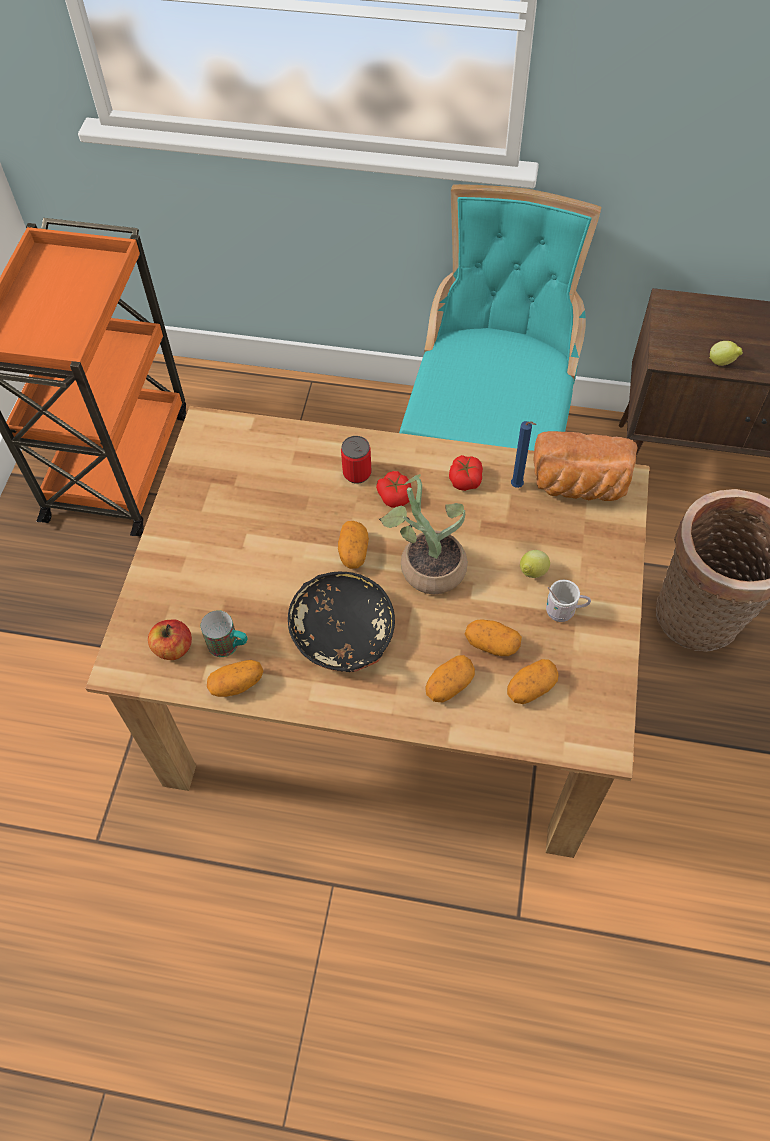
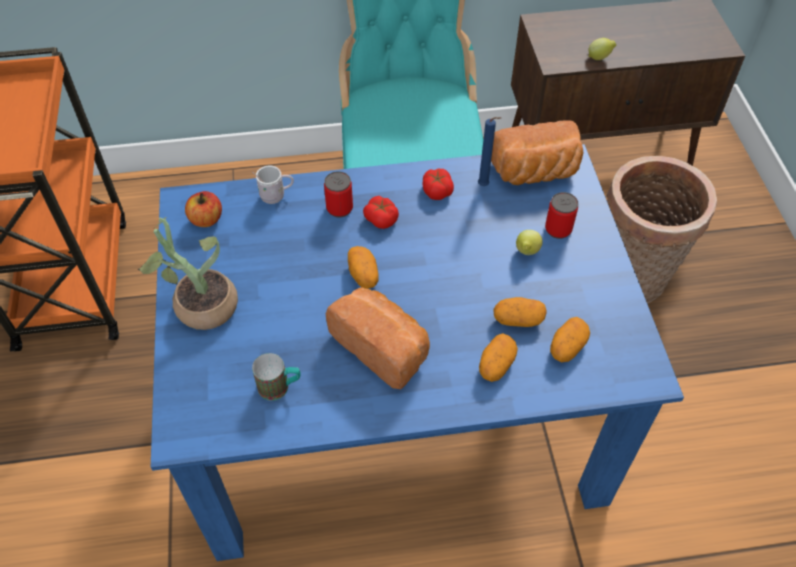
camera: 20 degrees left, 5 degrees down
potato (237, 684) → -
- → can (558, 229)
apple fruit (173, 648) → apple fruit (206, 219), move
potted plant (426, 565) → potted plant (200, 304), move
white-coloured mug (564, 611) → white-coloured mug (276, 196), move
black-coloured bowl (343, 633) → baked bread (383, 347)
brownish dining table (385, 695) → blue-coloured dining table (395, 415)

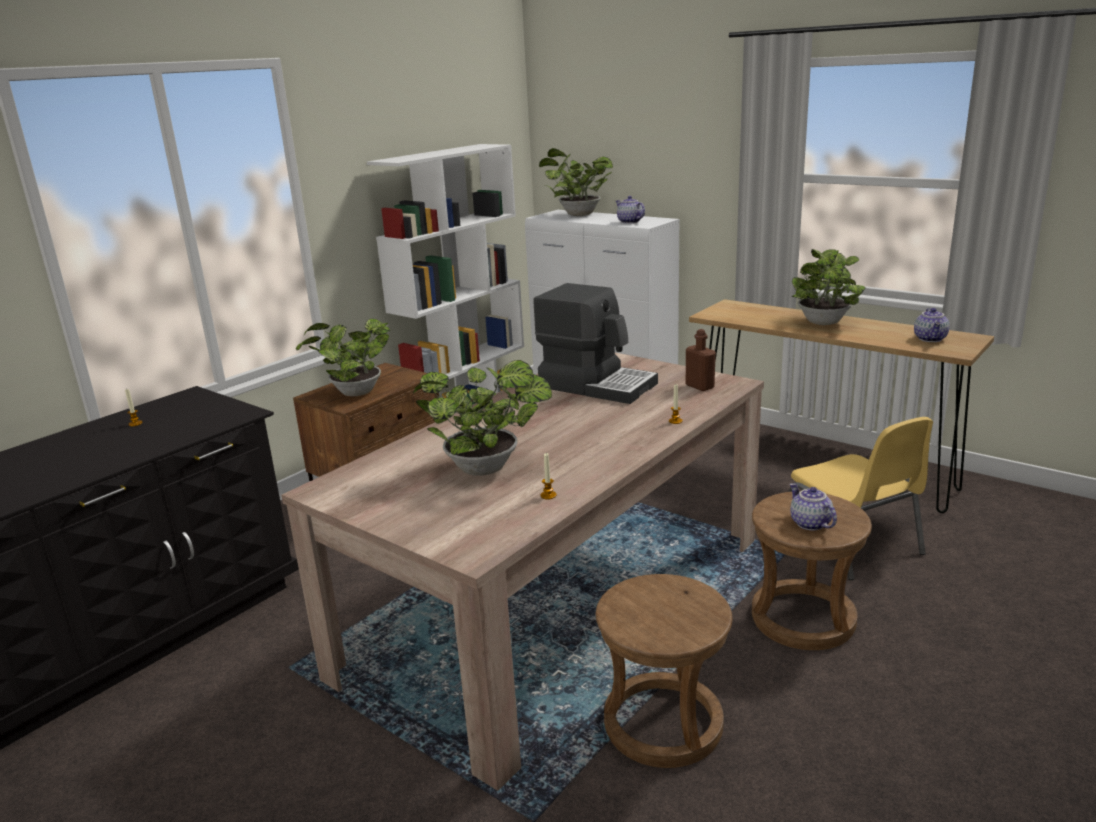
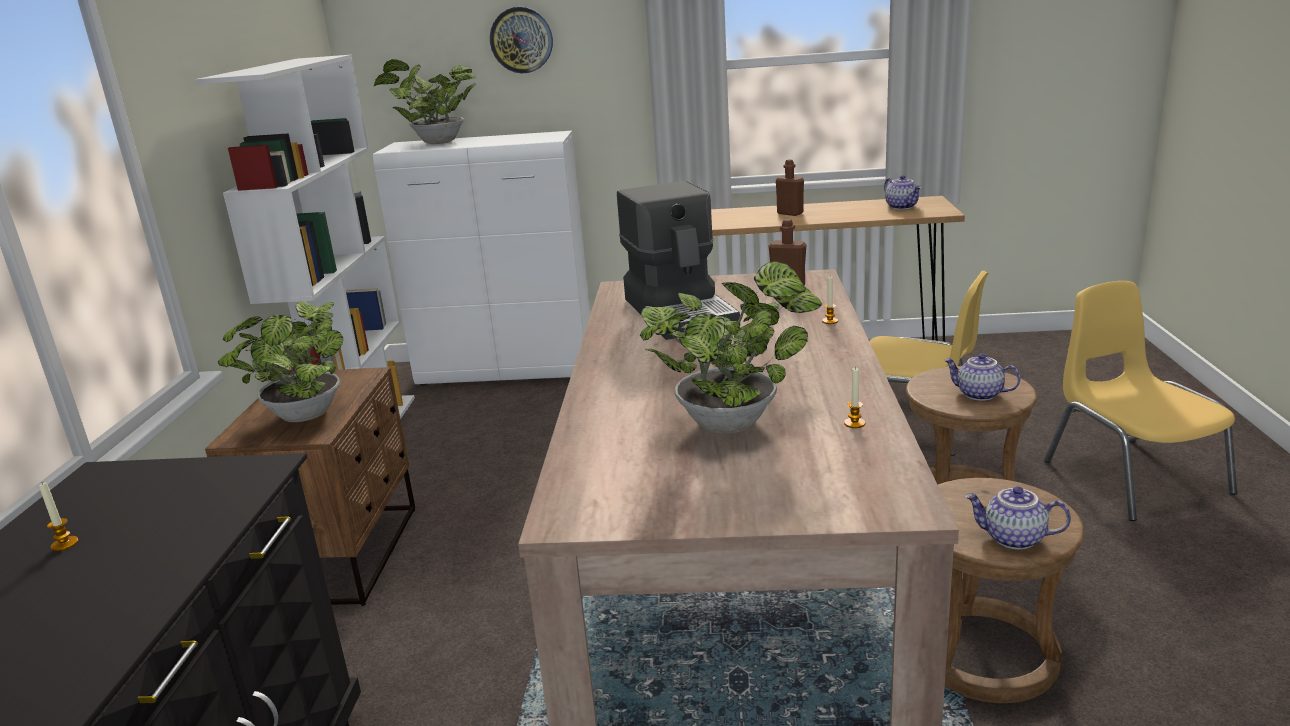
camera: 35 degrees left, 0 degrees up
- → clock on the wall (521, 40)
- → yellow upright chair (1132, 476)
tea pot (629, 222) → tea pot (1013, 539), move
potted plant (823, 323) → brownish beverage bottle (790, 213)
coffee brewer (597, 385) → coffee brewer (681, 312), 75 degrees clockwise

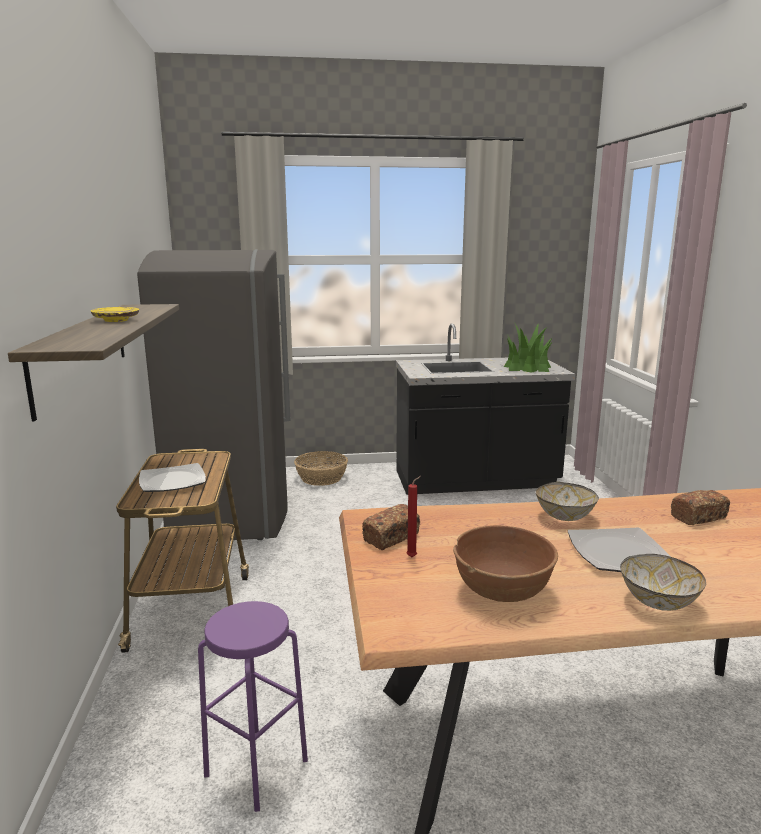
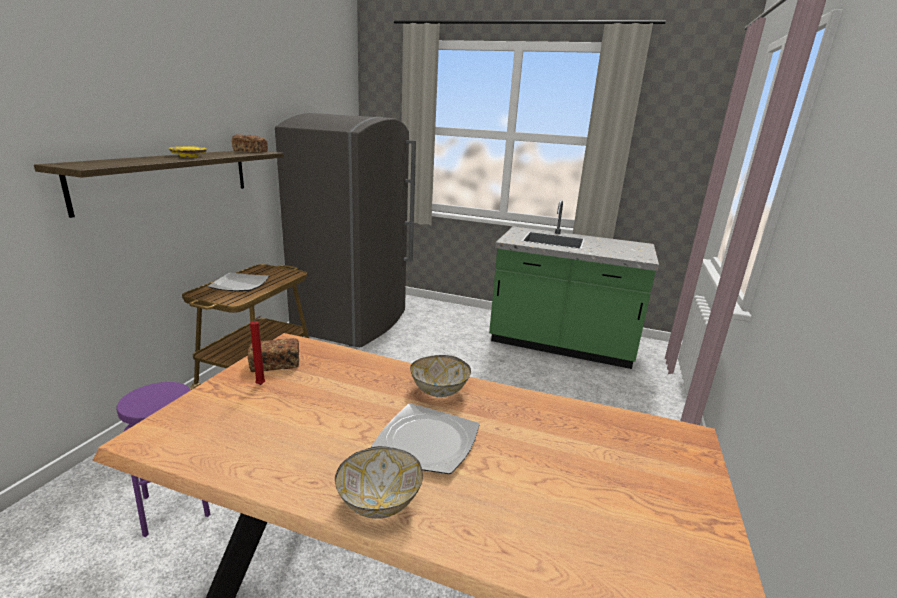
camera: 25 degrees right, 5 degrees up
storage basket (321, 478) → -
brownish bowl (502, 590) → -
potted plant (527, 367) → -
baked bread (698, 517) → baked bread (250, 151), move
black-coloured counter (475, 481) → green counter (561, 345)

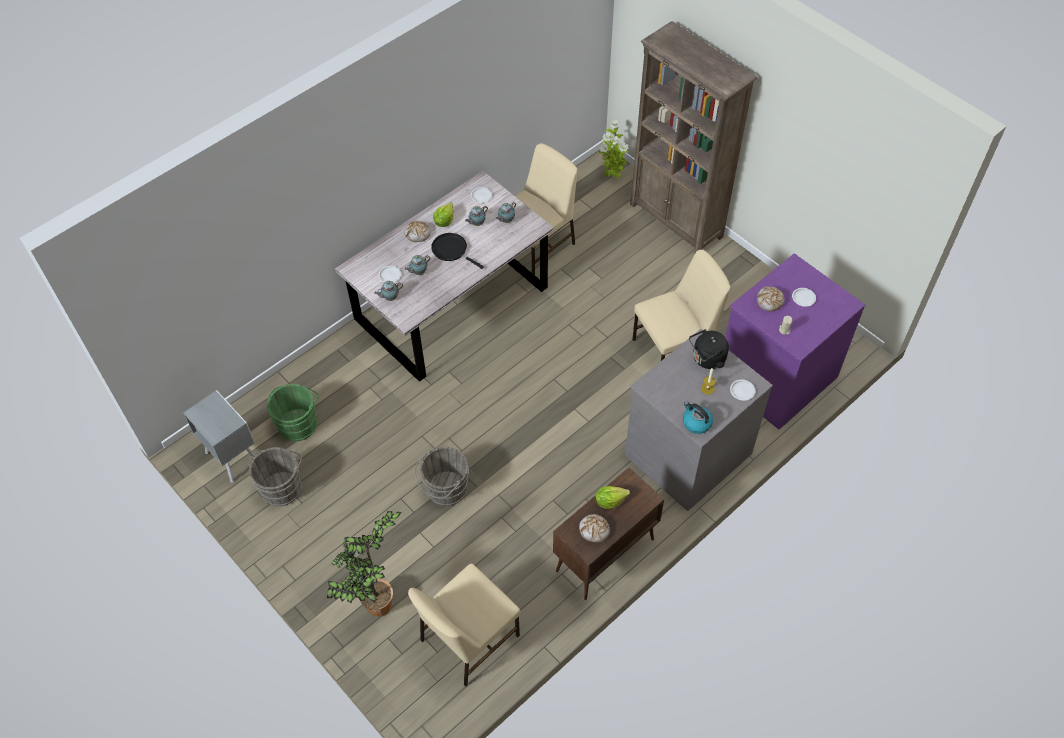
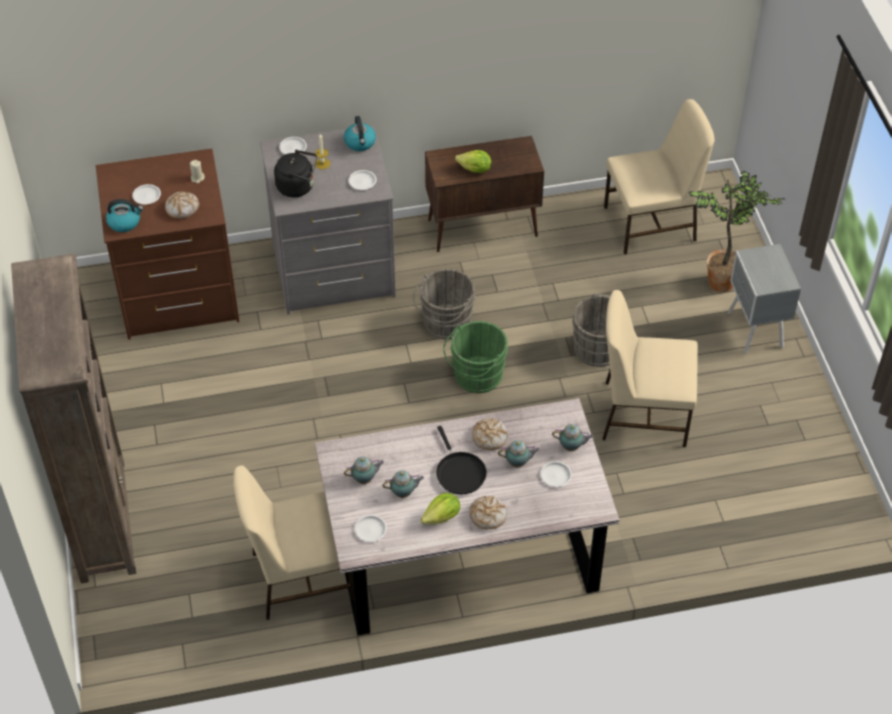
camera: 150 degrees left, 5 degrees down
potted plant (612, 176) → -
- → tea kettle (125, 222)
- → white-coloured flat dish (362, 181)
gray night table (232, 456) → gray night table (754, 331), move
gray bucket (282, 486) → gray bucket (445, 324), move
green bucket (299, 423) → green bucket (476, 377), move
baked bread (594, 530) → baked bread (489, 437), move
beige upright chair (675, 349) → beige upright chair (643, 413), move
purplish chest of drawers (775, 376) → brownish chest of drawers (178, 295)

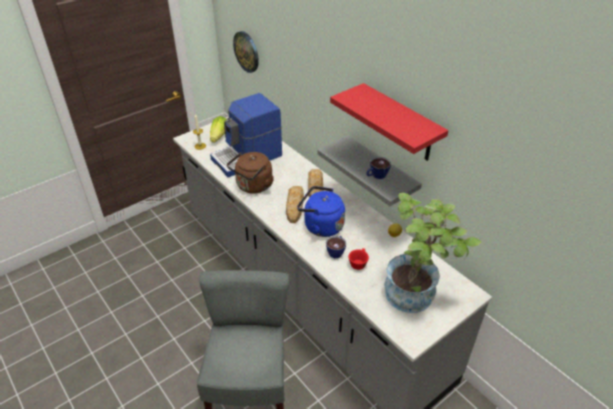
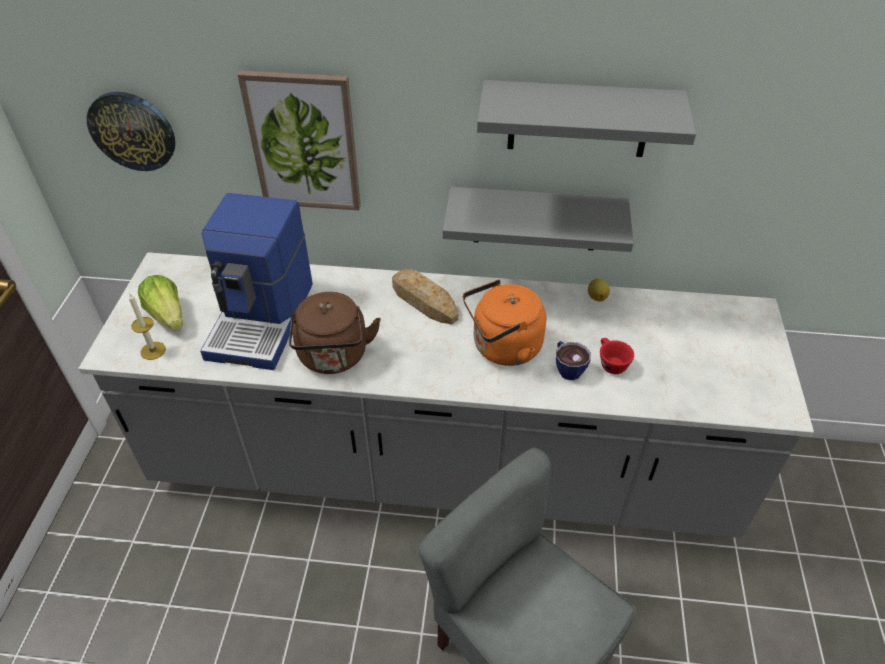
camera: 45 degrees left, 5 degrees up
baked bread (294, 206) → -
small cup (376, 176) → -
potted plant (416, 294) → -
- → picture (304, 142)
blue-coloured tea kettle (321, 226) → orange-coloured tea kettle (503, 348)
reddish wall shelf (400, 123) → gray wall shelf (578, 119)

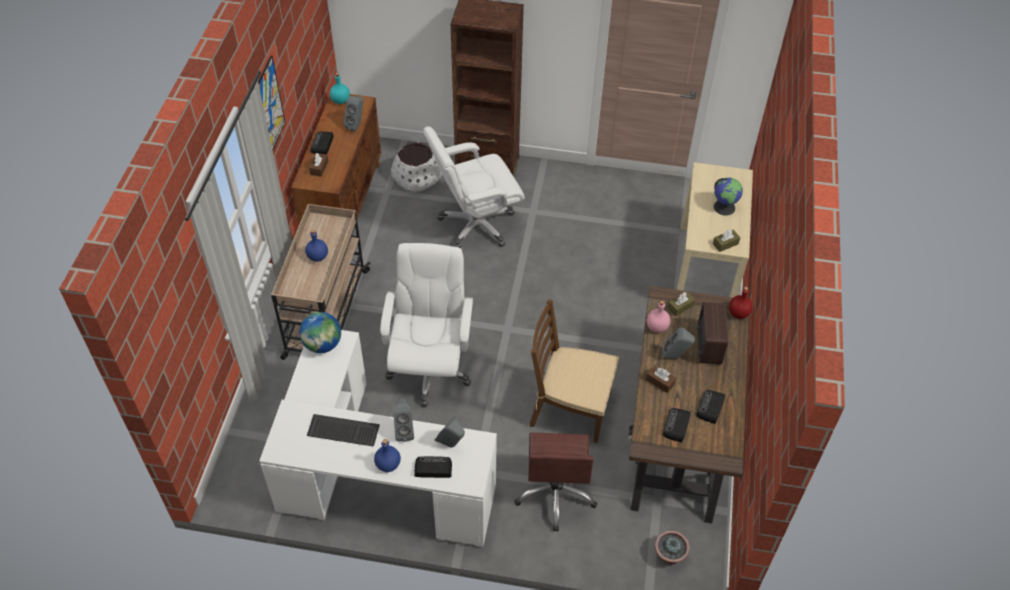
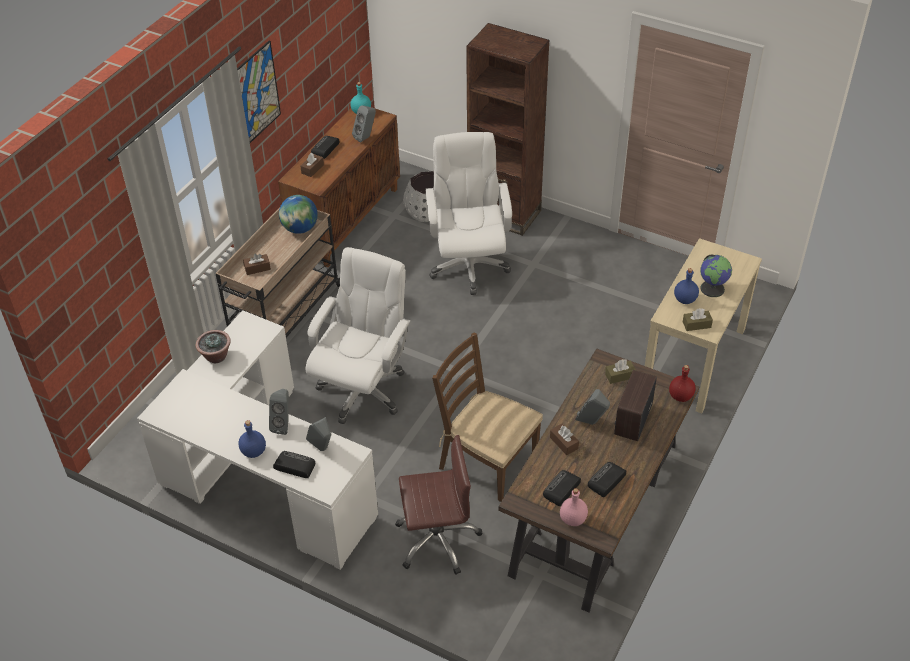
camera: 20 degrees right, 5 degrees down
computer keyboard (342, 432) → -
- → brownish tissue holder (257, 268)
world globe (323, 344) → world globe (300, 228), move
blue-coloured beverage bottle (317, 256) → blue-coloured beverage bottle (684, 299), move
pinkish beverage bottle (656, 327) → pinkish beverage bottle (572, 519), move
potted plant (669, 555) → potted plant (216, 356), move
white-coloured office chair (476, 225) → white-coloured office chair (468, 265), 90 degrees clockwise
brownish office chair (556, 493) → brownish office chair (437, 539), 120 degrees counterclockwise

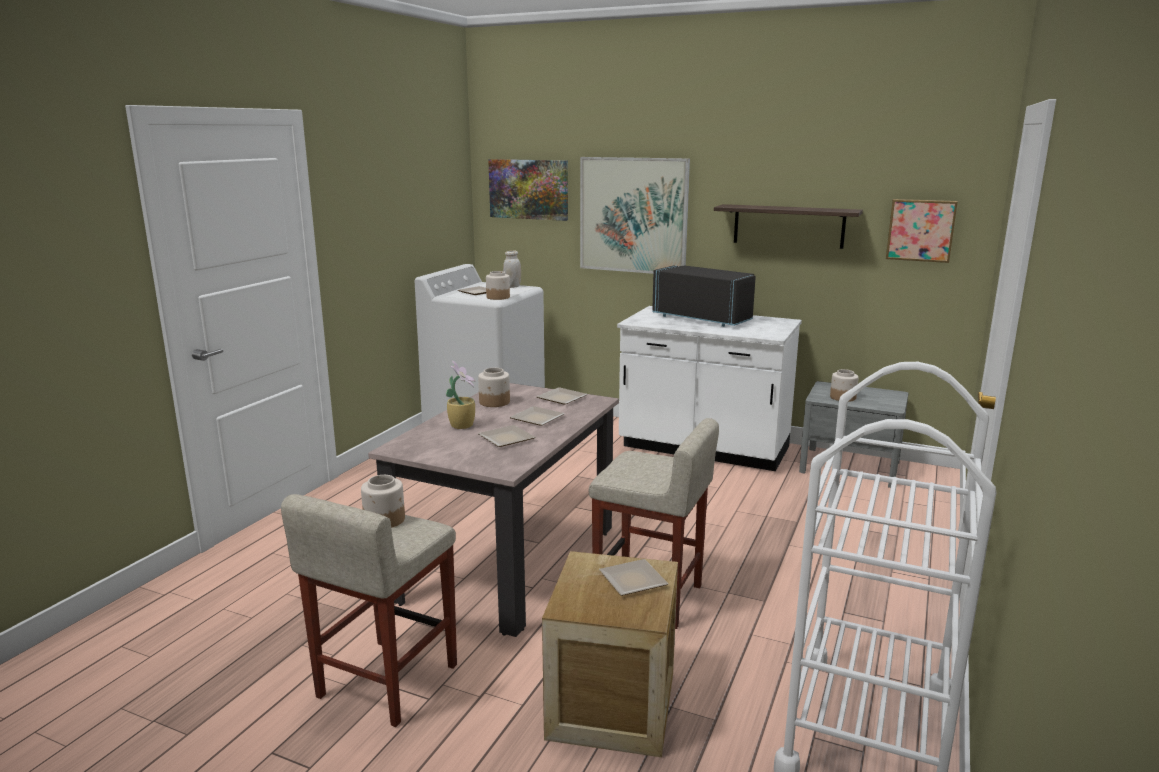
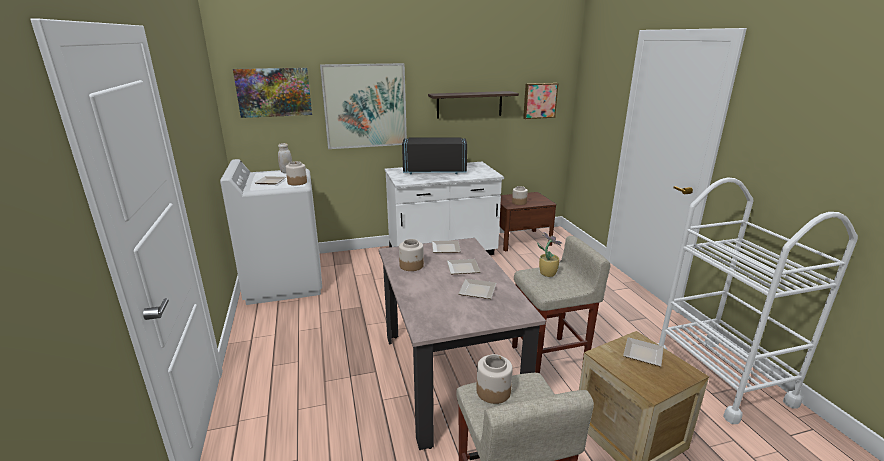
camera: 40 degrees left, 5 degrees up
potted plant (462, 425) → potted plant (547, 273), move
gray night table (849, 467) → brownish night table (520, 240)

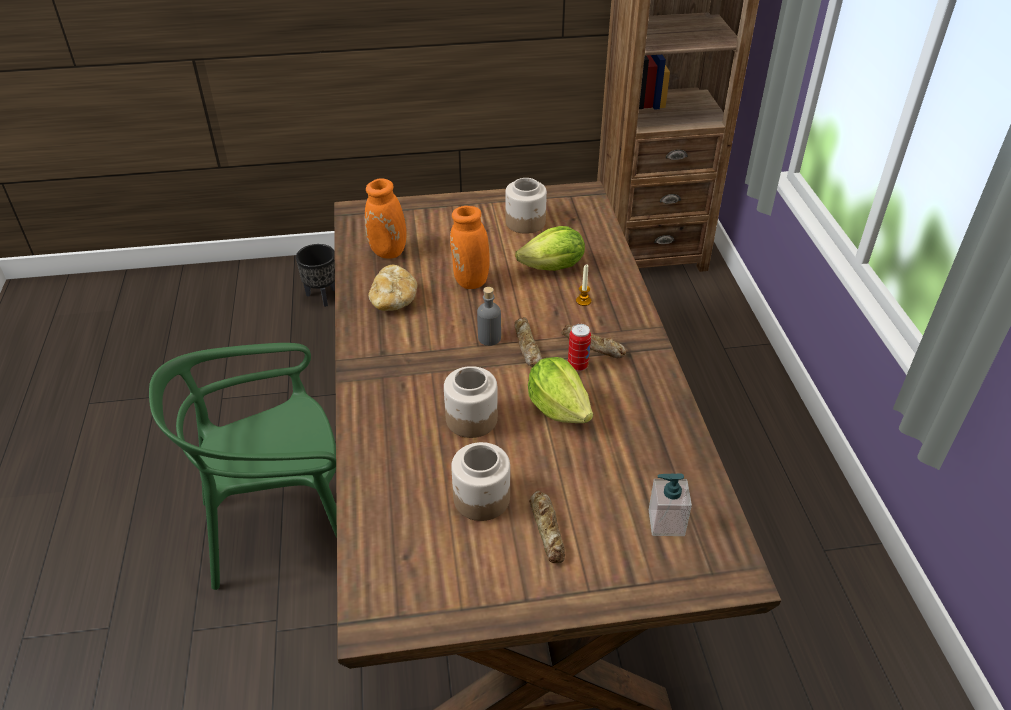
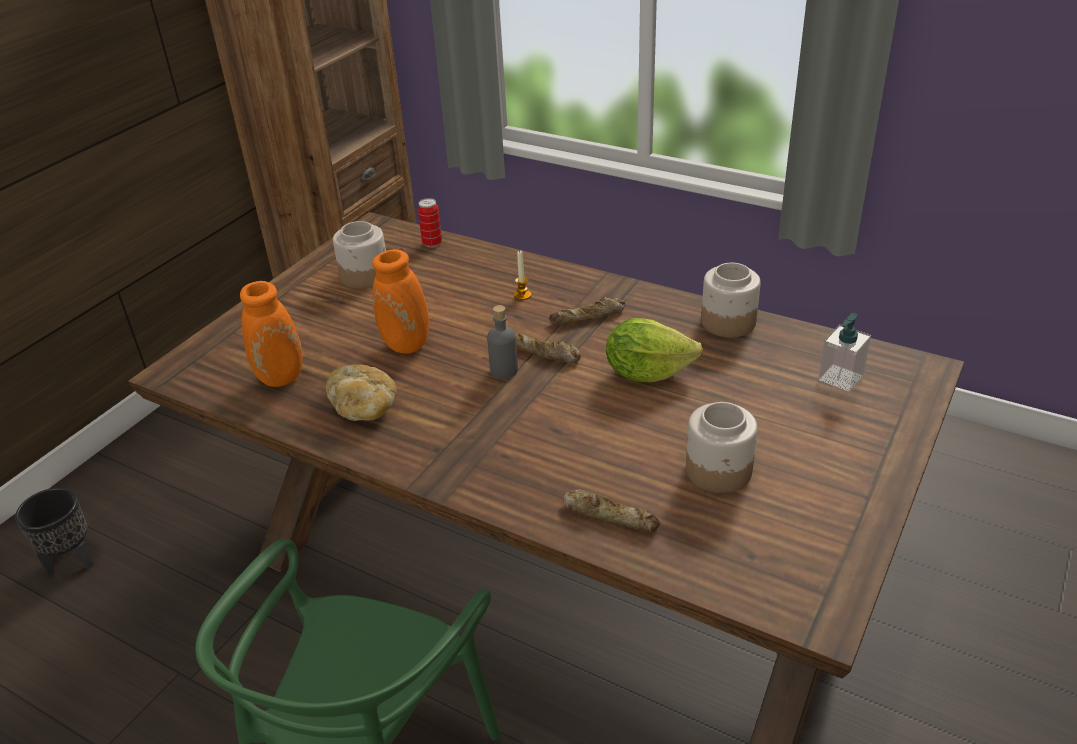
camera: 50 degrees left, 5 degrees down
head of lettuce (553, 267) → -
jar (471, 419) → jar (727, 322), move
baked bread (548, 529) → baked bread (610, 515), move
can (578, 365) → can (432, 243), move

